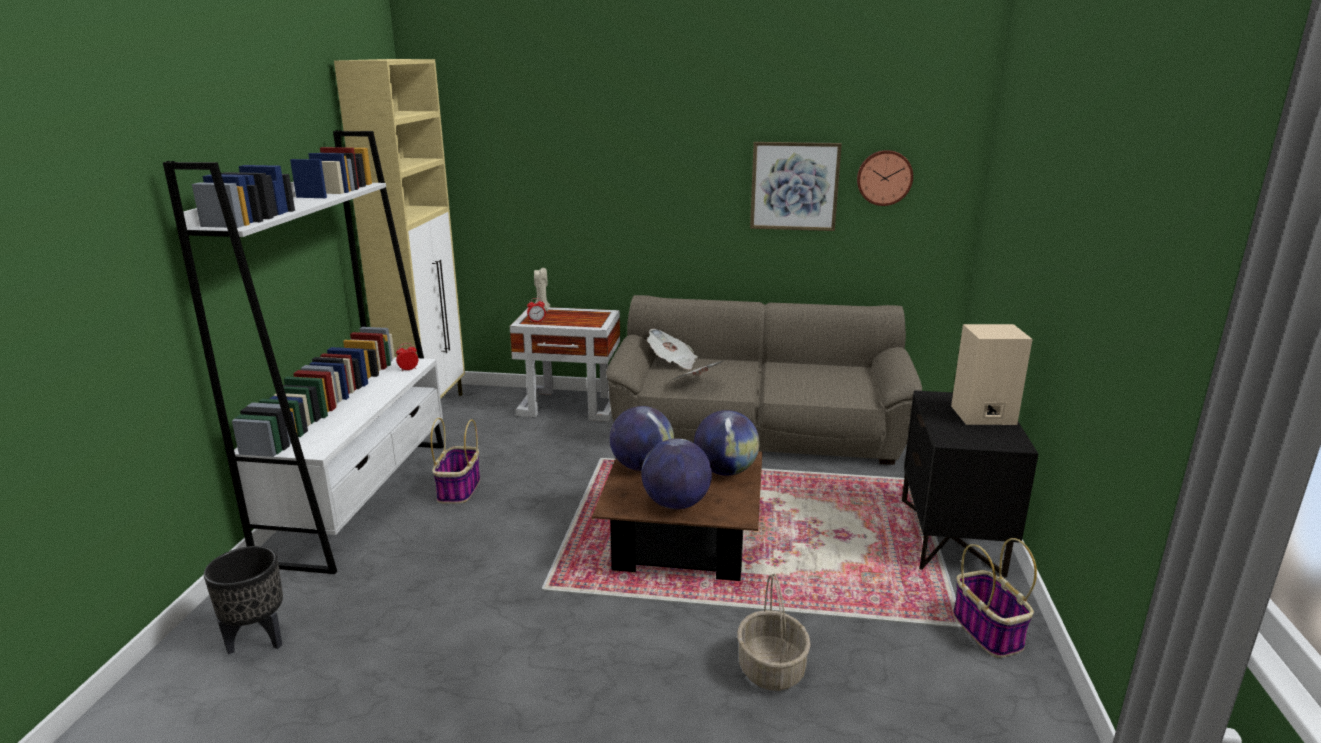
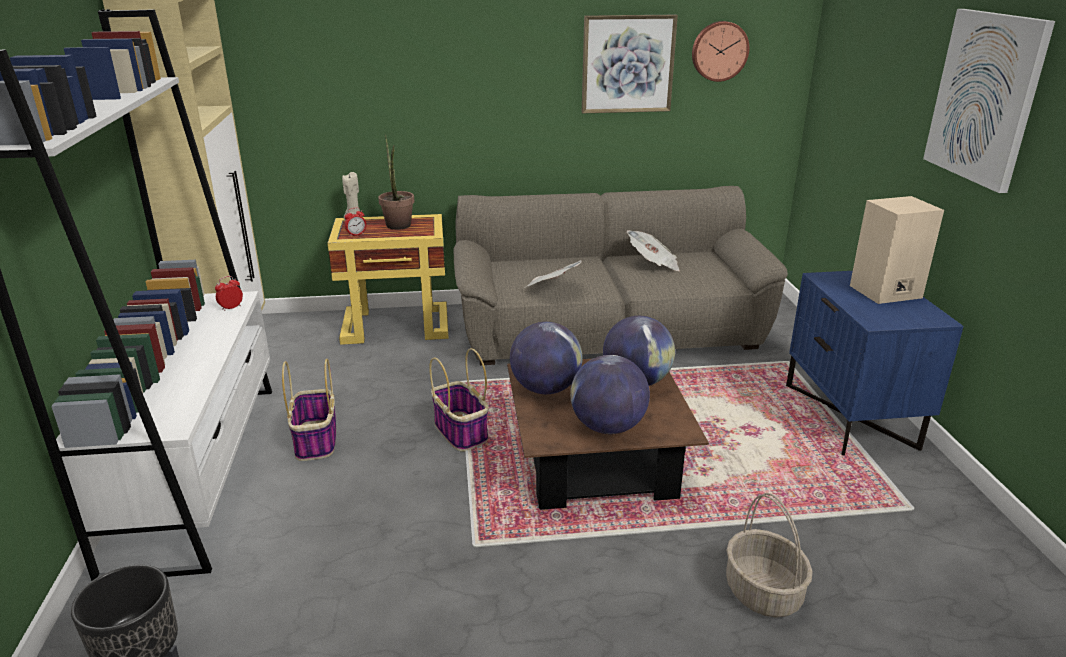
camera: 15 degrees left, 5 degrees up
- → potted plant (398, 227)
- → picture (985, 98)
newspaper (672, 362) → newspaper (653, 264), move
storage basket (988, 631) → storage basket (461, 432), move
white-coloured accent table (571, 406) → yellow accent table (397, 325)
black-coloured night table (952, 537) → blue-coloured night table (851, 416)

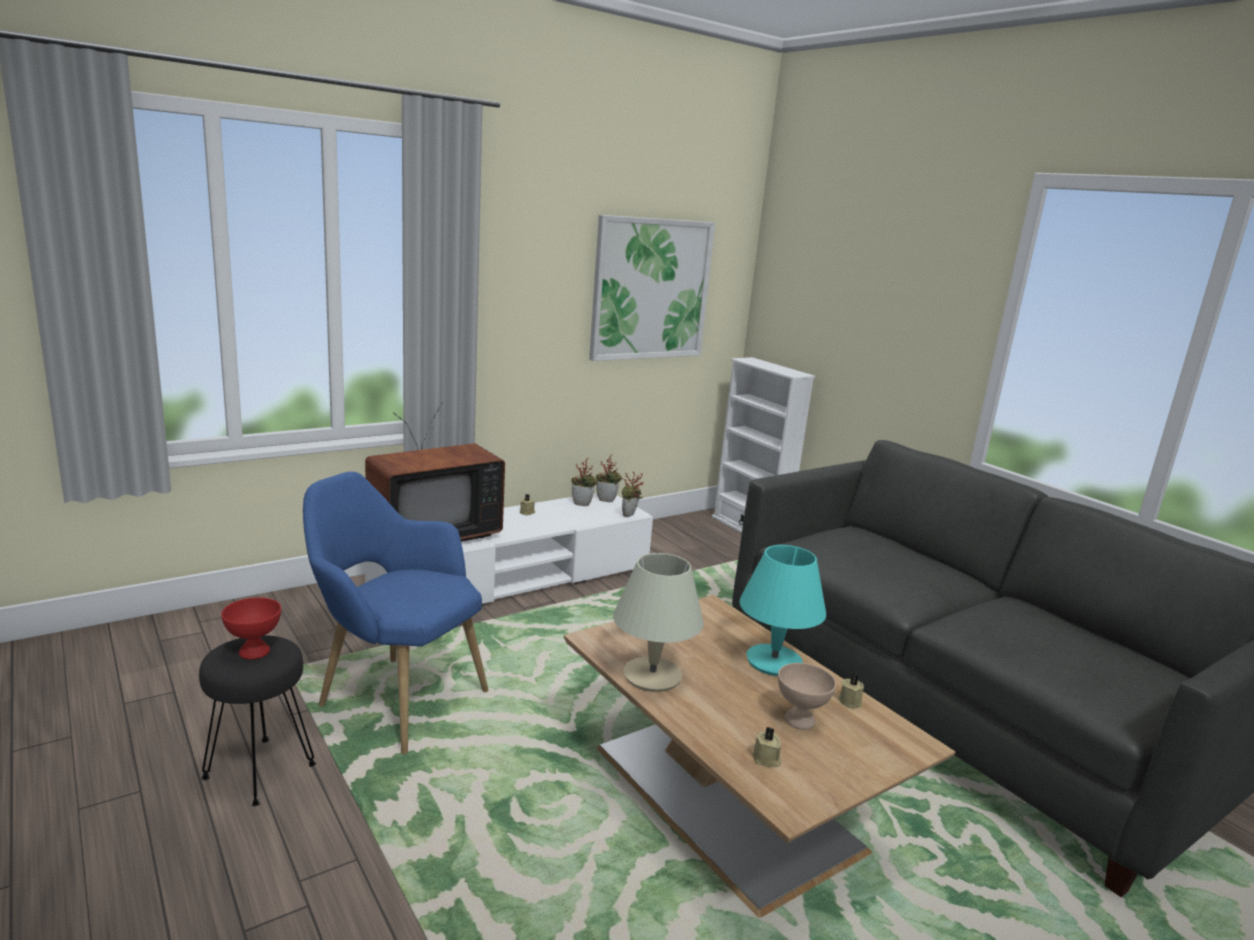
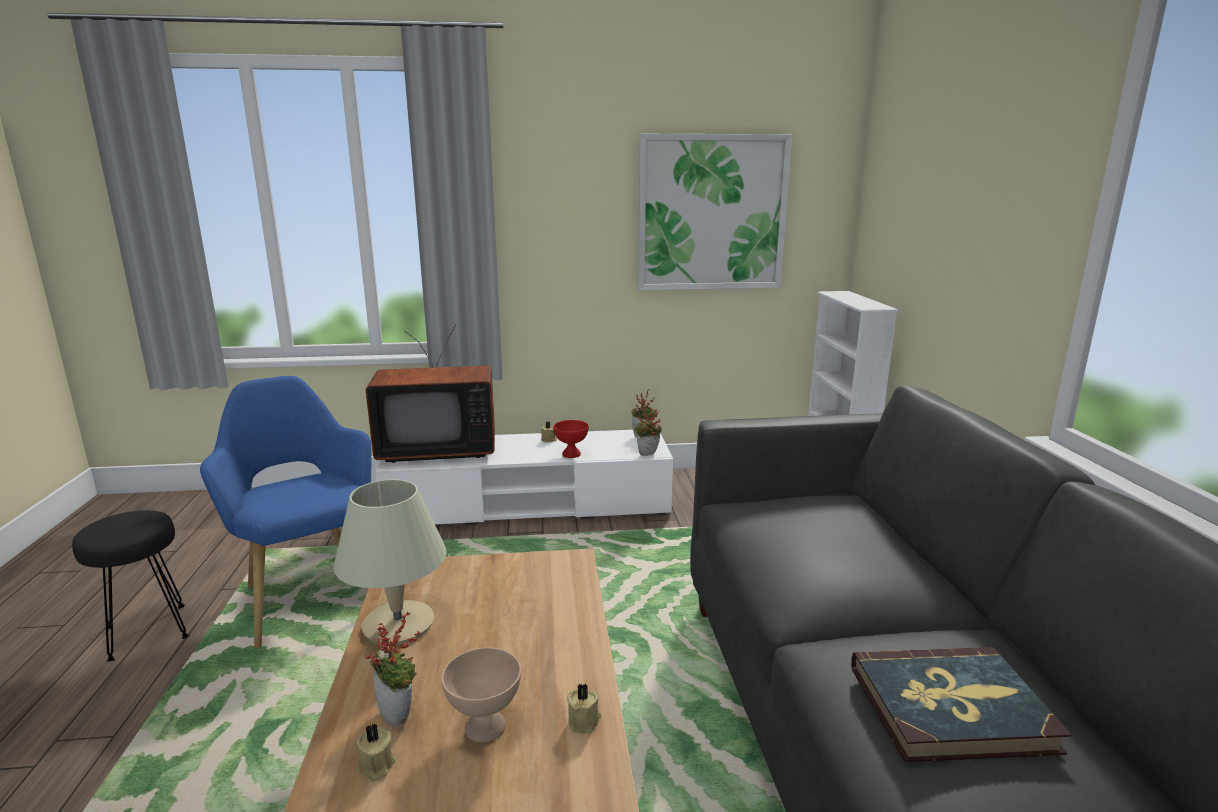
camera: 30 degrees right, 0 degrees up
turquoise-coloured table lamp (773, 661) → -
- → volume (951, 709)
reddish bowl (254, 651) → reddish bowl (571, 454), move
potted plant (583, 504) → potted plant (400, 715), move

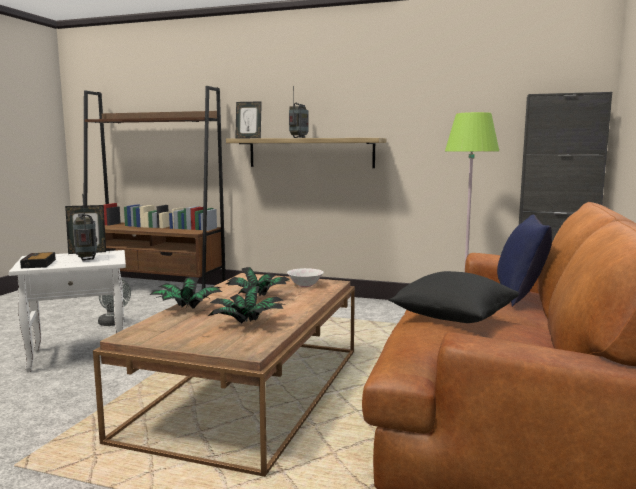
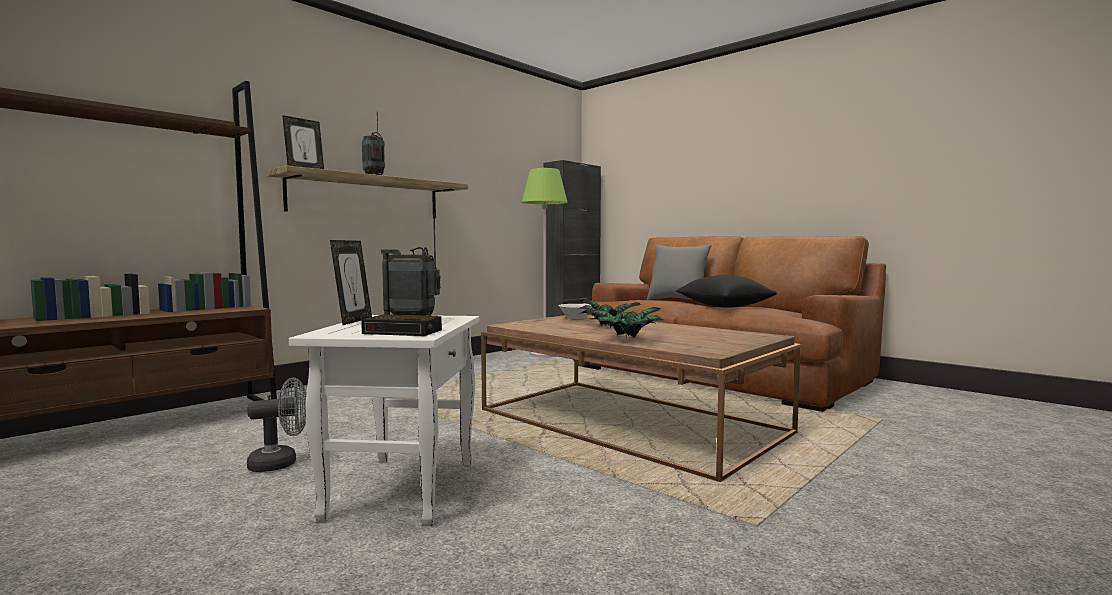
camera: 65 degrees left, 5 degrees down
potted plant (248, 323) → -
blue-coloured pillow (520, 296) → gray pillow (677, 300)

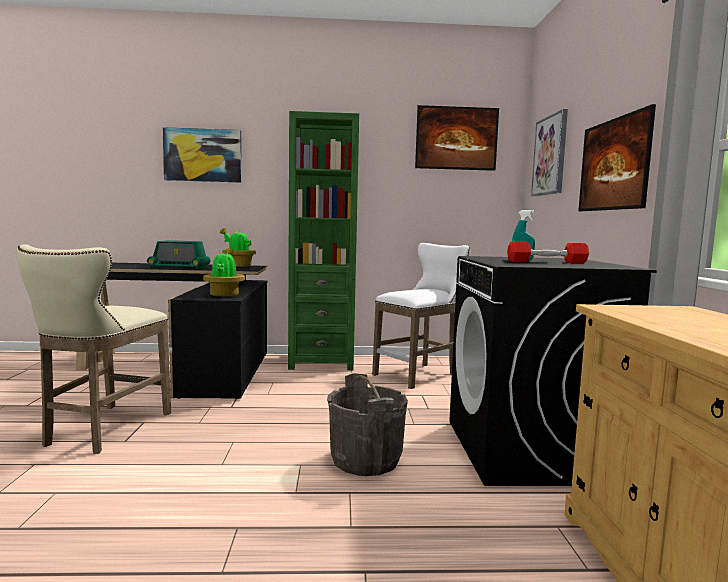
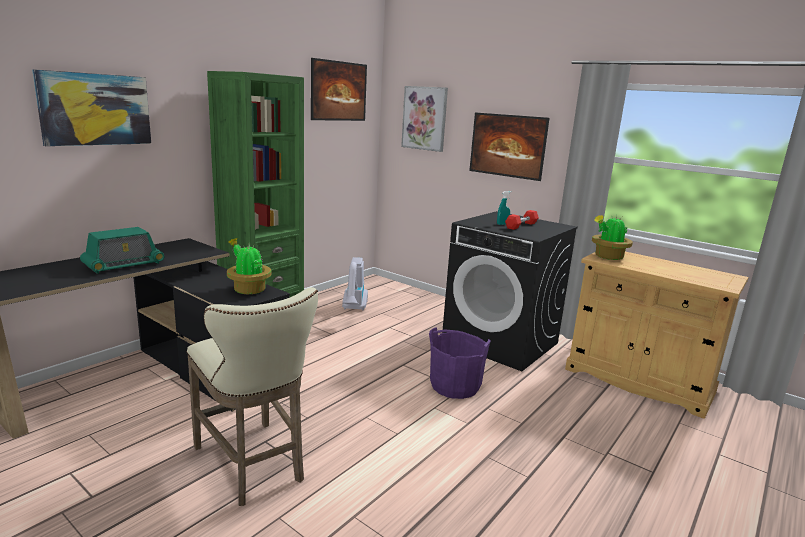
camera: 50 degrees left, 10 degrees up
potted plant (238, 266) → potted plant (607, 257), move
white-coloured stool seat (420, 374) → vacuum (354, 310)
gray bucket (366, 459) → purplish bucket (455, 386)

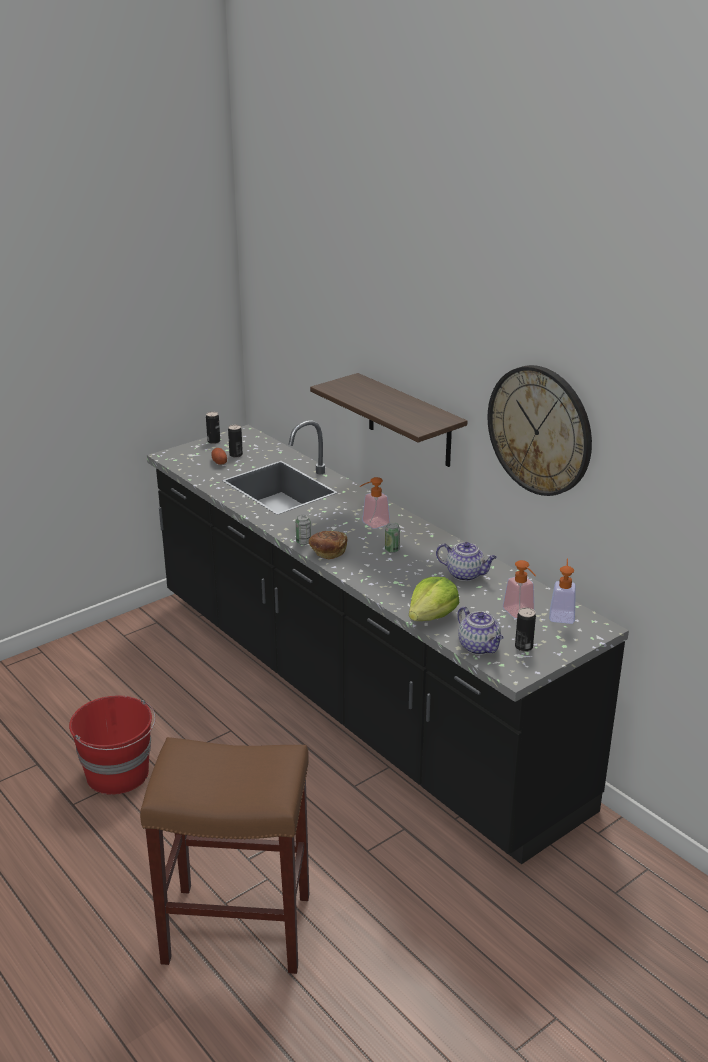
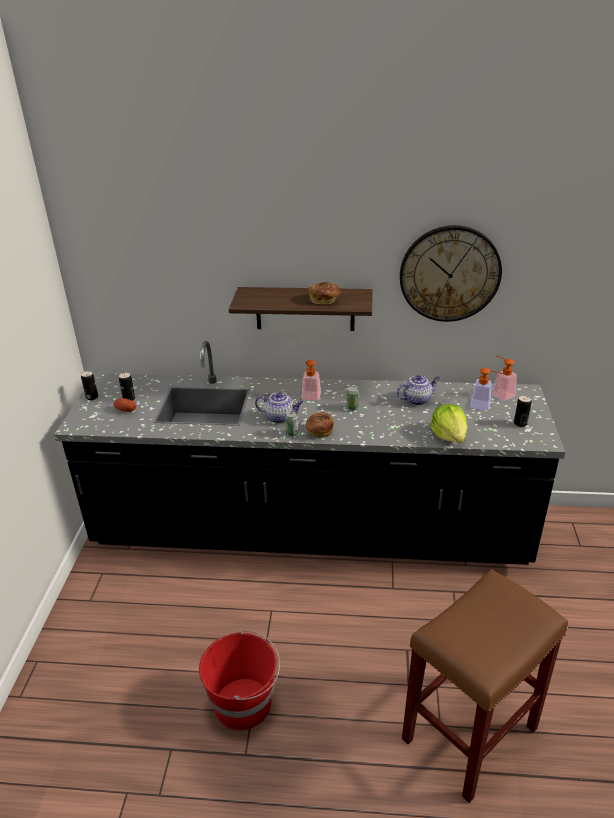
camera: 45 degrees left, 5 degrees up
- → baked bread (324, 300)
tea pot (479, 647) → tea pot (280, 417), move

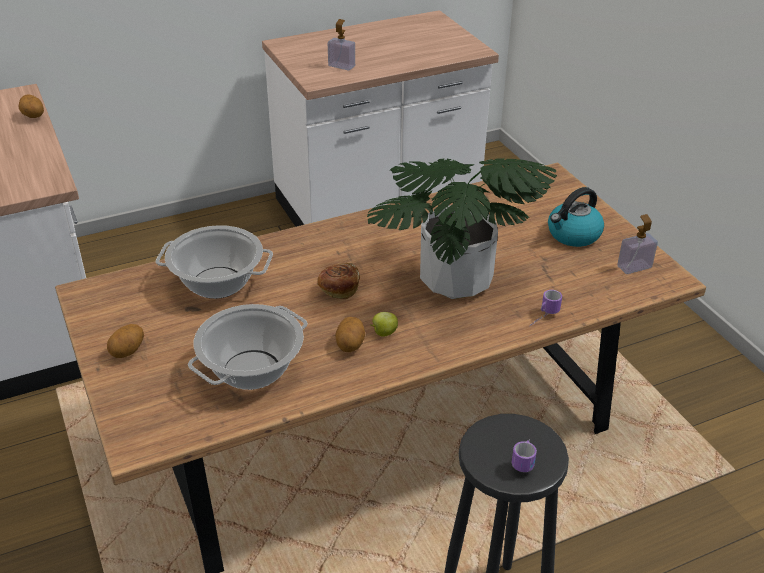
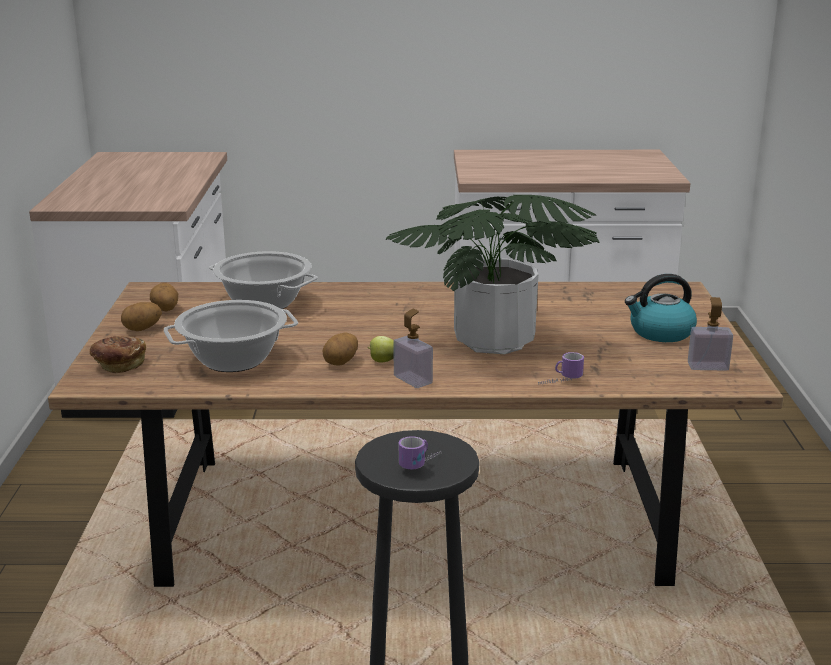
camera: 25 degrees right, 15 degrees down
potato (33, 117) → potato (165, 310), move
baked bread (339, 289) → baked bread (119, 365), move
soap bottle (341, 66) → soap bottle (413, 380), move

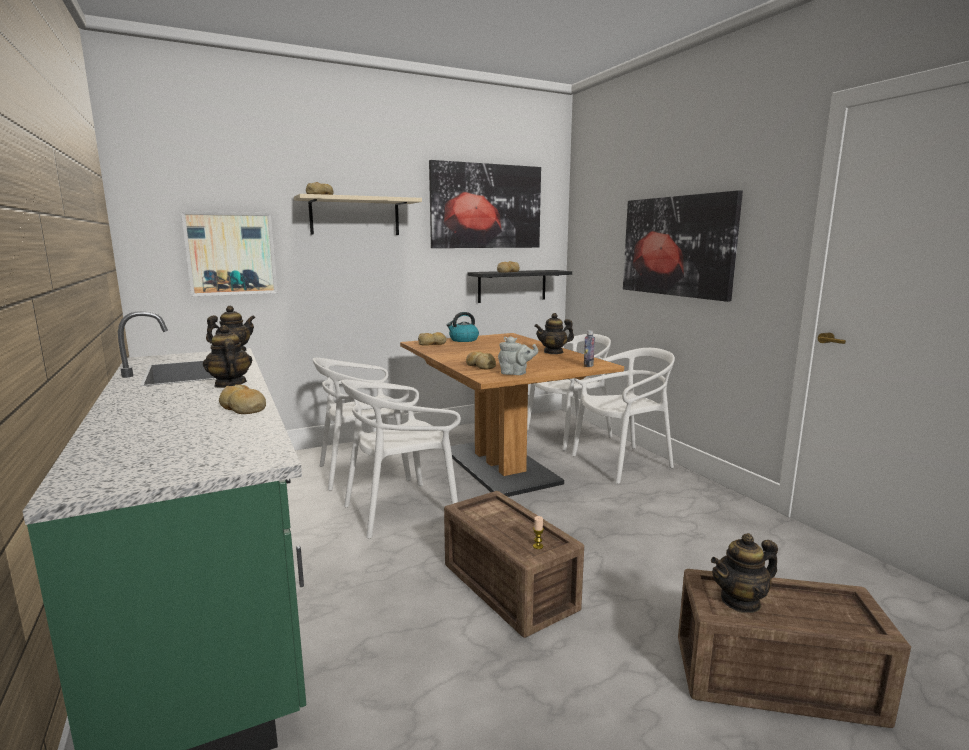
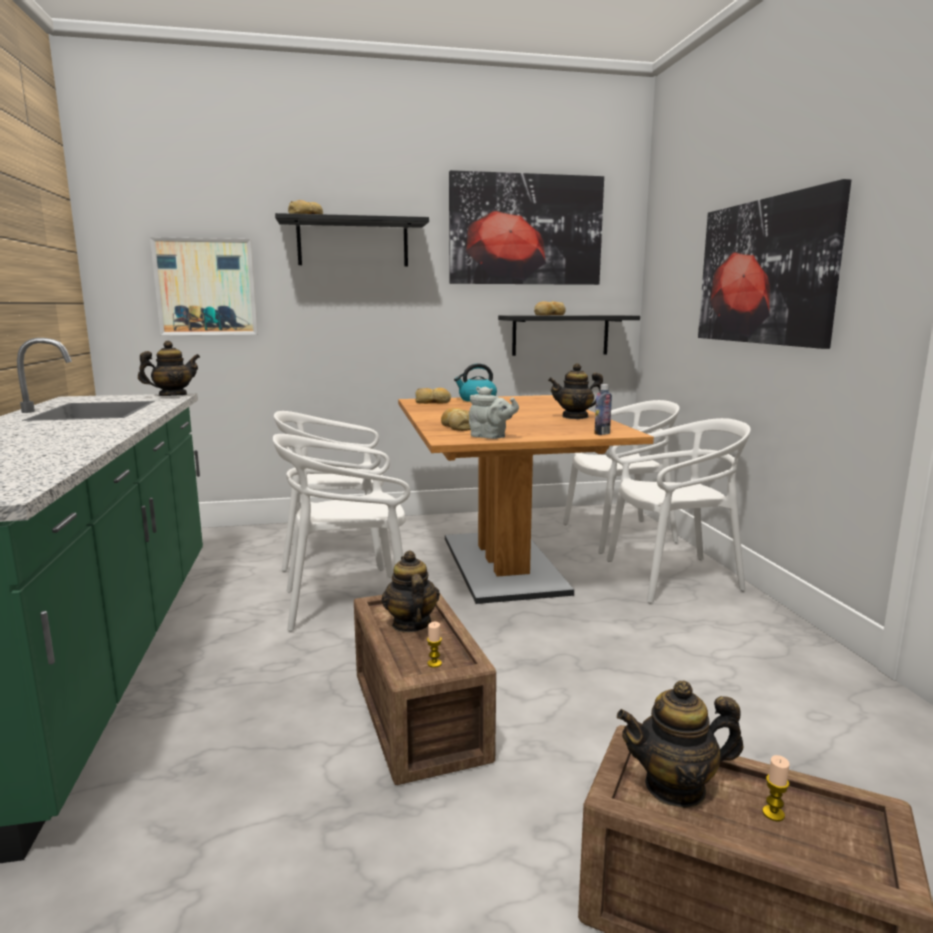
camera: 15 degrees right, 0 degrees up
baked bread (243, 408) → -
- → wax candle (773, 813)
tea pot (230, 384) → tea pot (410, 624), move
beige wall shelf (355, 216) → black-coloured wall shelf (353, 243)

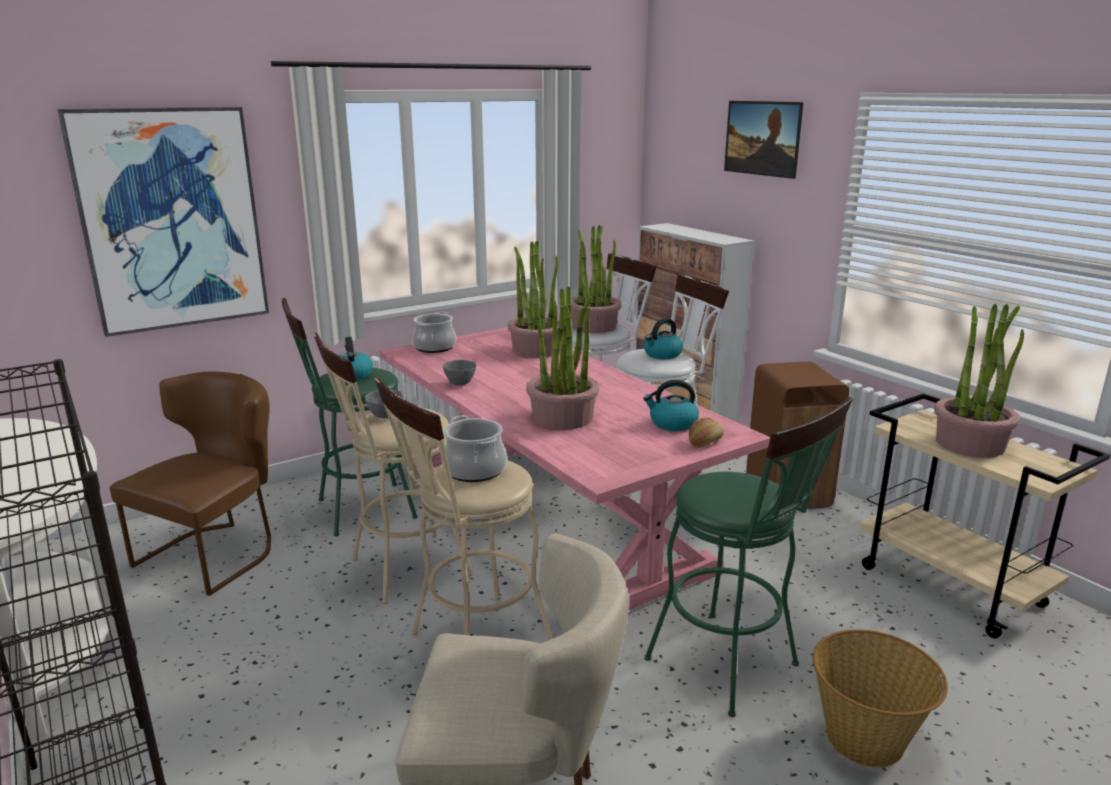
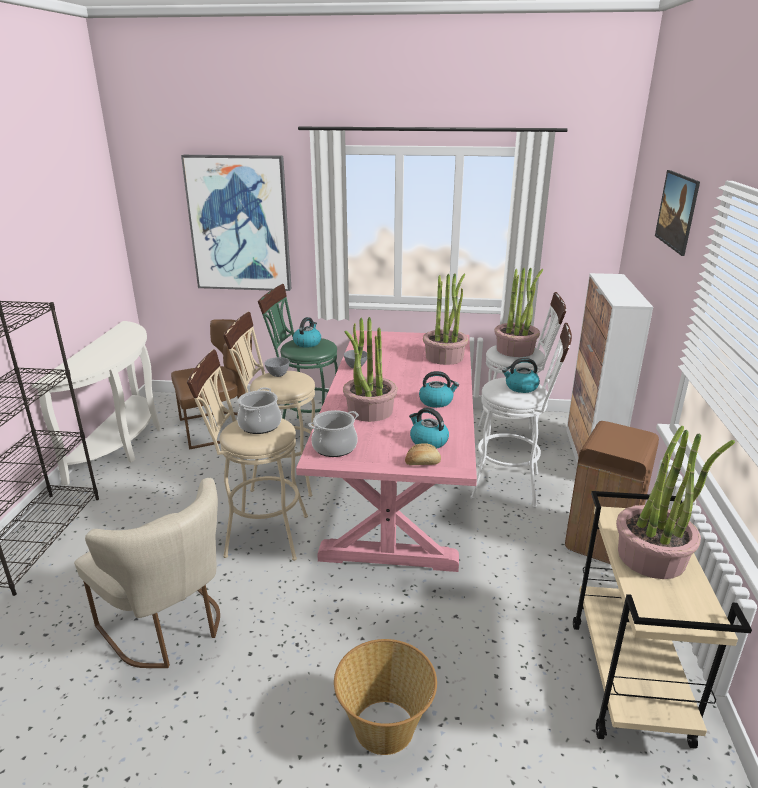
camera: 40 degrees right, 5 degrees up
green stool seat (732, 667) → -
- → tea kettle (436, 401)
saucepot (434, 347) → saucepot (334, 447), move

